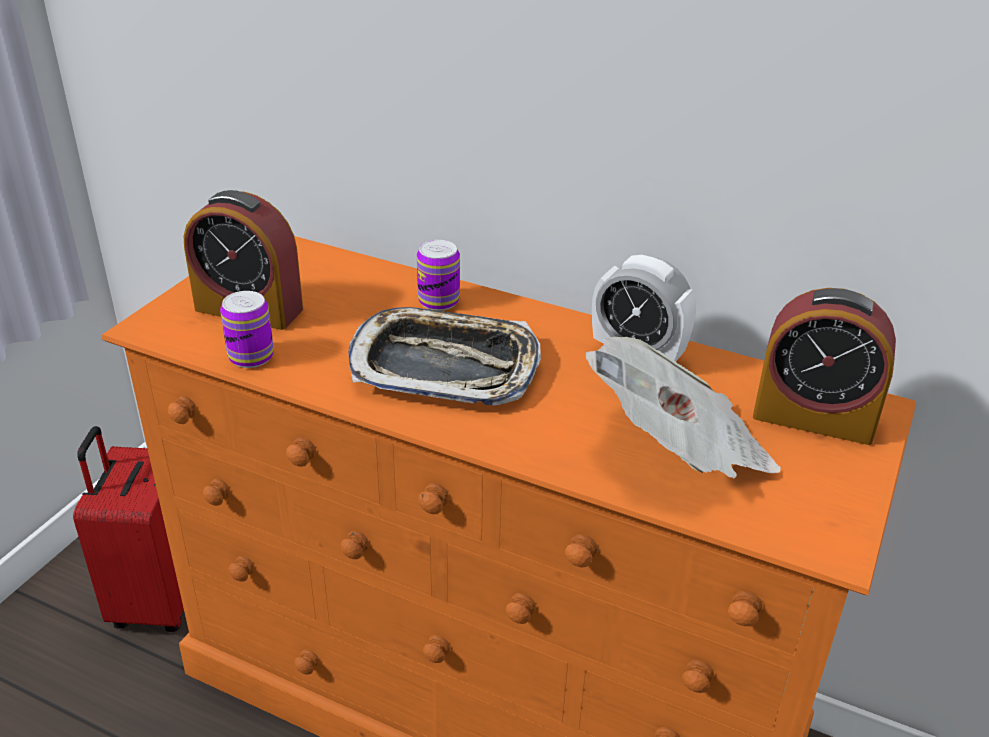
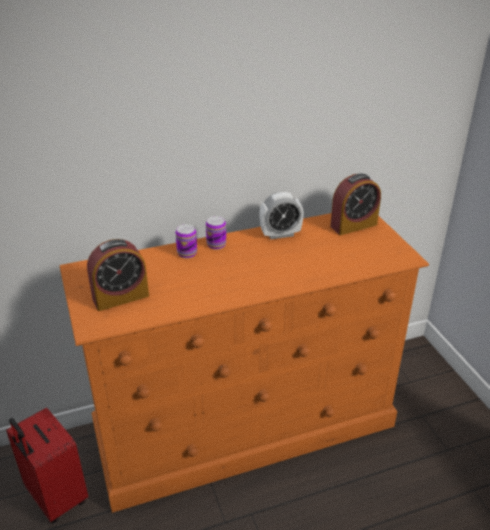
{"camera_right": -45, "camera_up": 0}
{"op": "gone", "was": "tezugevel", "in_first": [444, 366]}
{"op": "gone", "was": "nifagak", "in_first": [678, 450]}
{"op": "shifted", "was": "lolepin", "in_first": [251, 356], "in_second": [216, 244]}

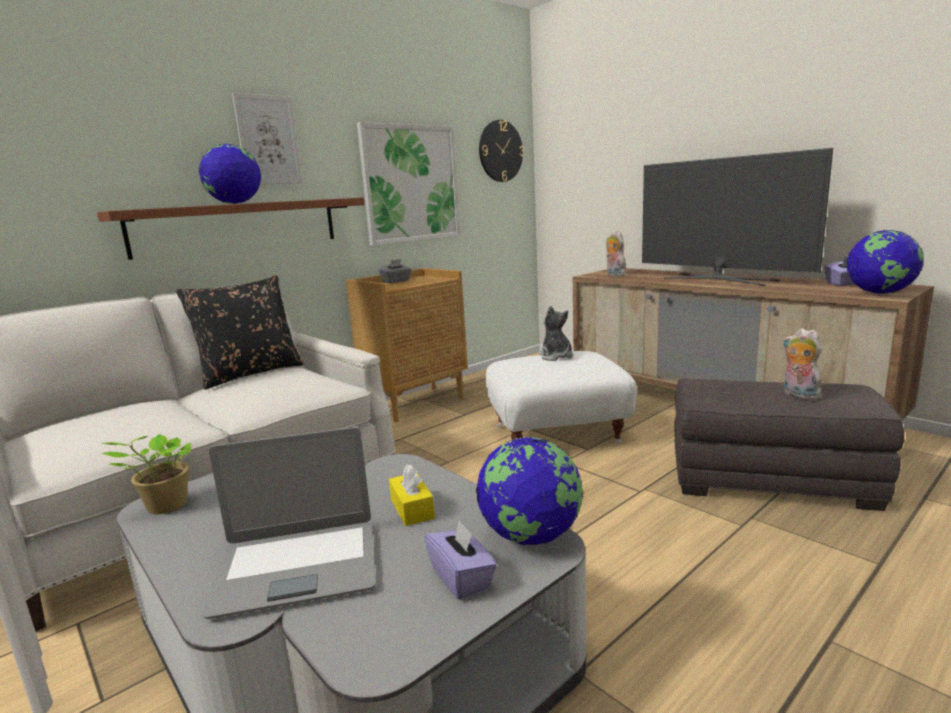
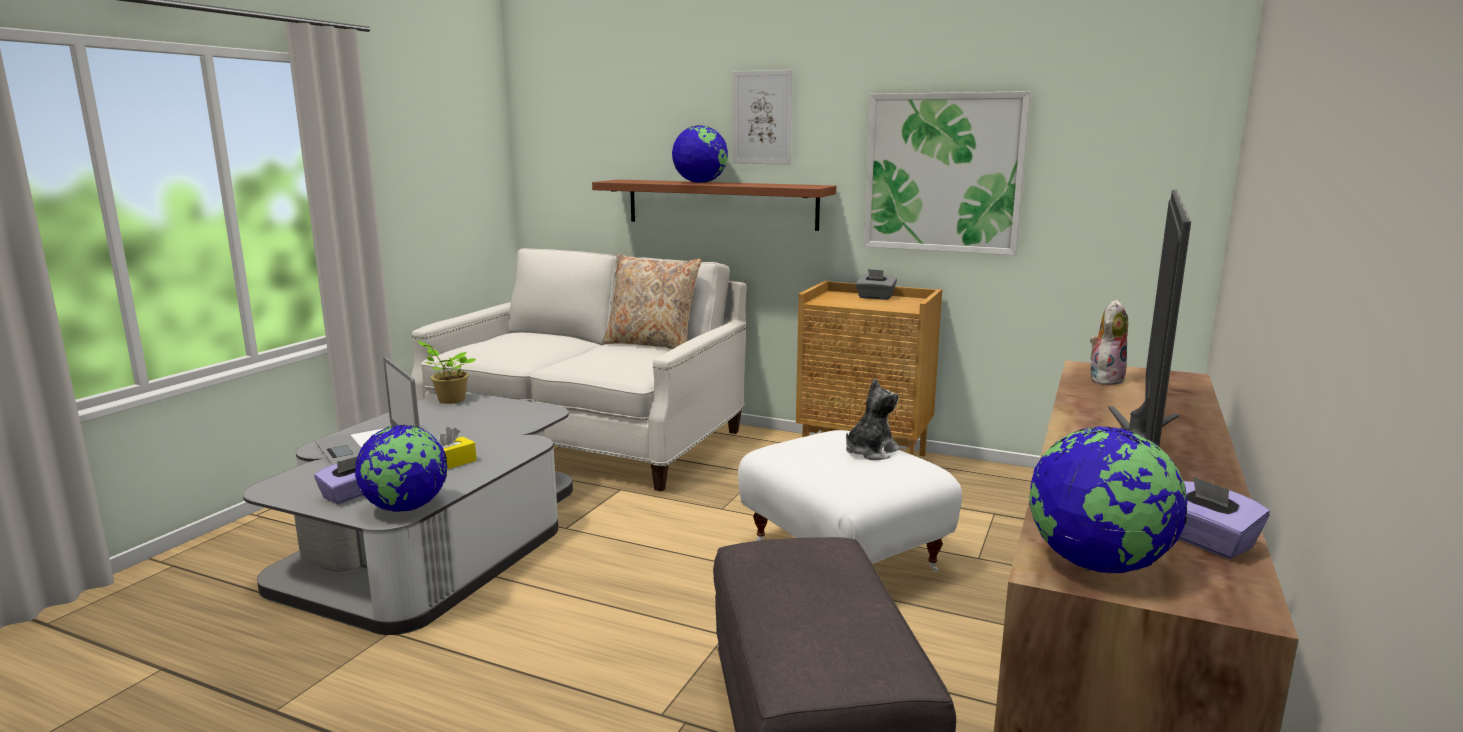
{"camera_right": 65, "camera_up": 0}
{"op": "gone", "was": "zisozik", "in_first": [500, 151]}
{"op": "gone", "was": "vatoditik", "in_first": [798, 395]}
{"op": "repainted", "was": "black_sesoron", "now": "beige_sesoron", "in_first": [250, 373], "in_second": [652, 344]}

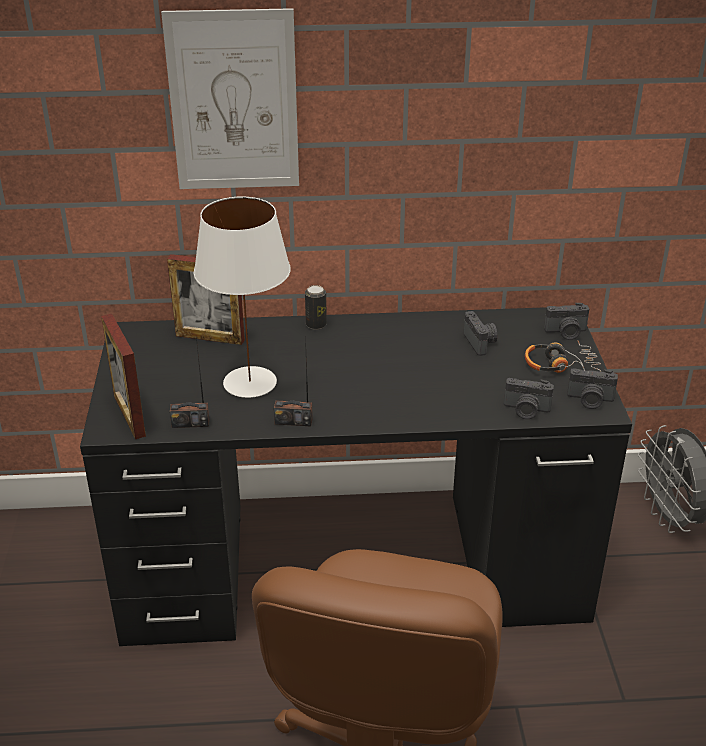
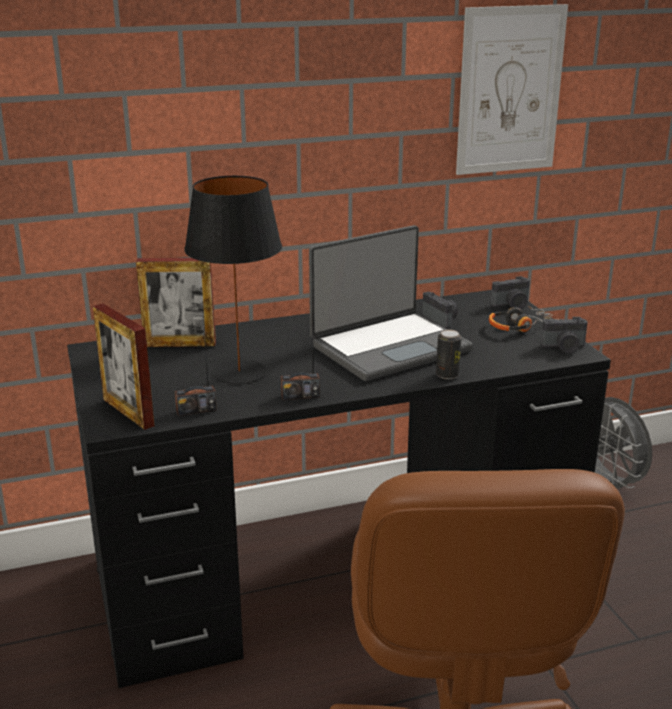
{"camera_right": -15, "camera_up": -10}
{"op": "gone", "was": "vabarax", "in_first": [526, 410]}
{"op": "new", "now": "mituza", "in_second": [389, 347]}
{"op": "shifted", "was": "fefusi", "in_first": [234, 102], "in_second": [510, 90]}
{"op": "shifted", "was": "lolepin", "in_first": [316, 325], "in_second": [447, 375]}
{"op": "repainted", "was": "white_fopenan", "now": "black_fopenan", "in_first": [249, 382], "in_second": [238, 372]}

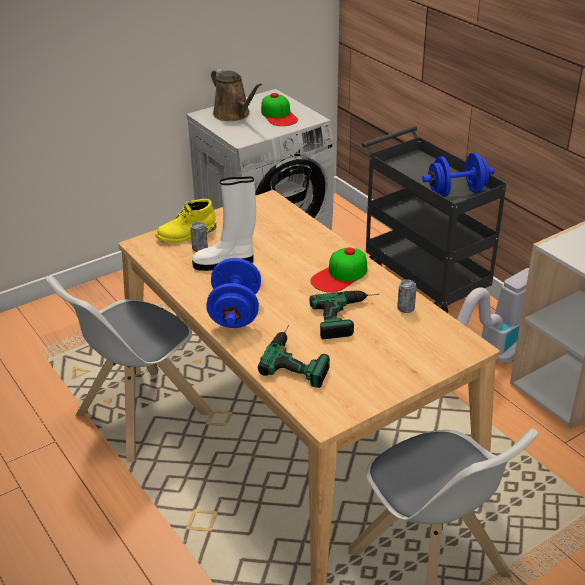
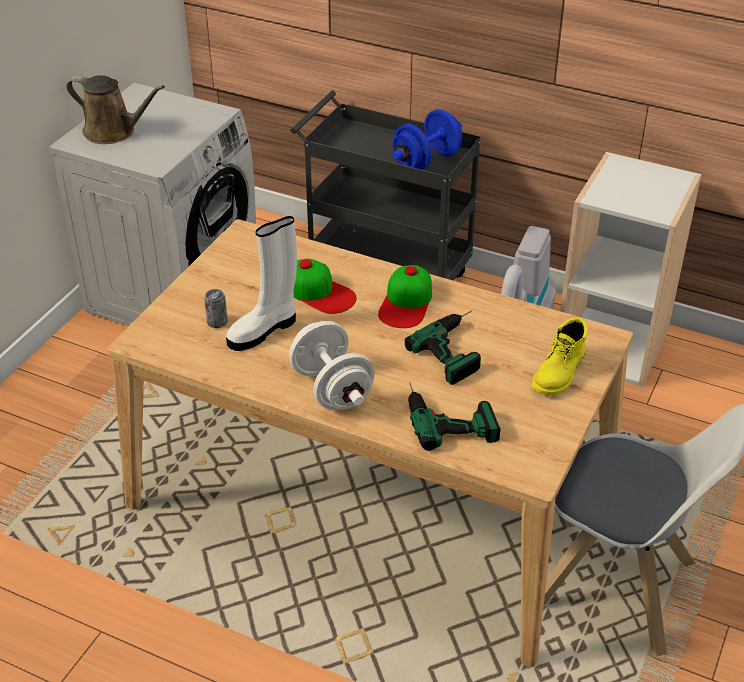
{"camera_right": -30, "camera_up": 5}
{"op": "gone", "was": "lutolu", "in_first": [139, 415]}
{"op": "gone", "was": "lolepin", "in_first": [406, 308]}
{"op": "shifted", "was": "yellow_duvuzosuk", "in_first": [187, 234], "in_second": [560, 373]}
{"op": "shifted", "was": "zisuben", "in_first": [279, 115], "in_second": [319, 292]}
{"op": "repainted", "was": "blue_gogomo", "now": "white_gogomo", "in_first": [235, 313], "in_second": [332, 388]}

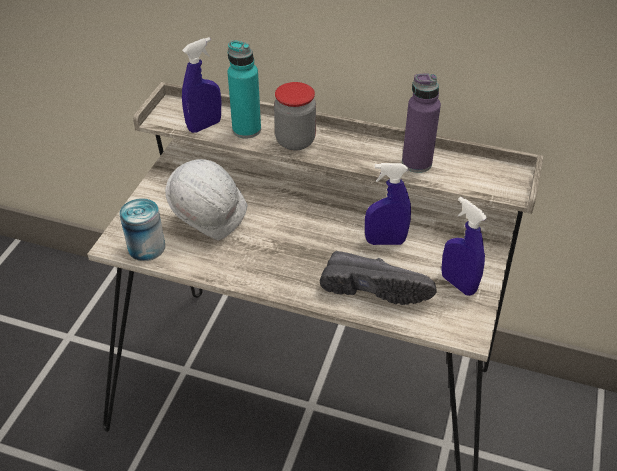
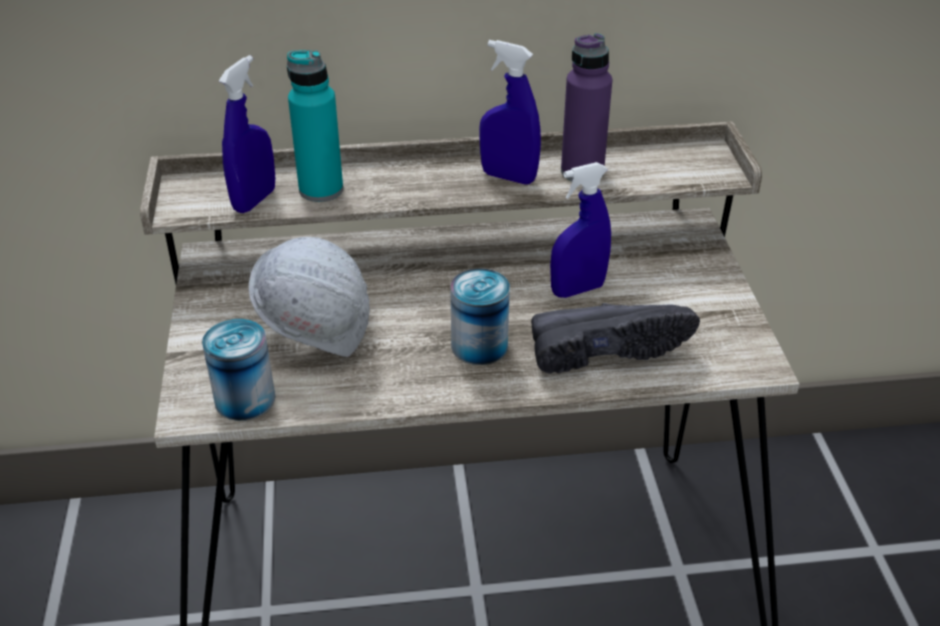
{"camera_right": -25, "camera_up": -5}
{"op": "gone", "was": "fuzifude", "in_first": [295, 141]}
{"op": "new", "now": "lolepin", "in_second": [479, 345]}
{"op": "shifted", "was": "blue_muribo", "in_first": [458, 284], "in_second": [508, 177]}

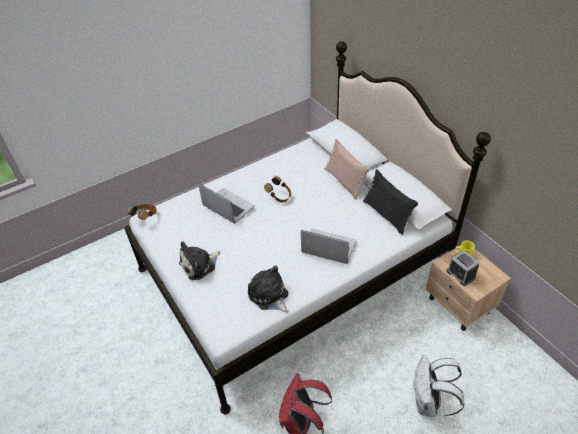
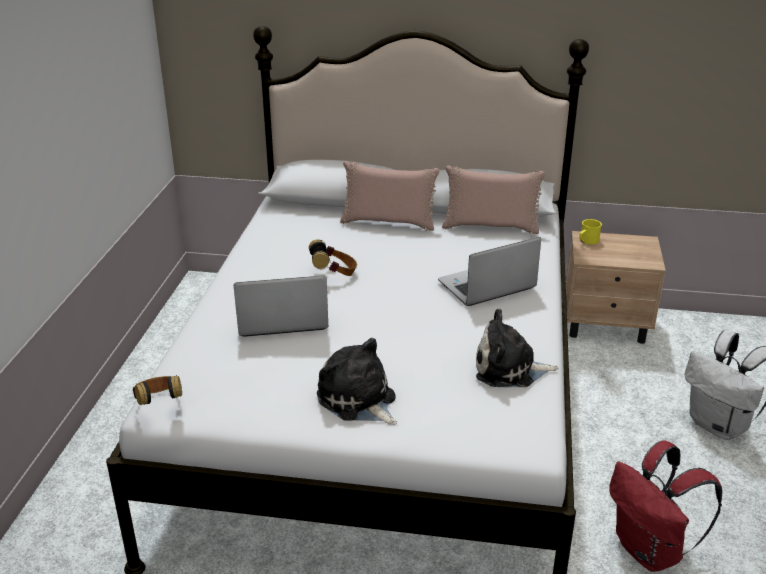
{"camera_right": -50, "camera_up": -15}
{"op": "gone", "was": "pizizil", "in_first": [460, 274]}
{"op": "repainted", "was": "black_sesoron", "now": "beige_sesoron", "in_first": [387, 215], "in_second": [490, 227]}
{"op": "rotated", "was": "vatoditik", "in_first": [199, 265], "in_second": [358, 400], "clockwise": 135}

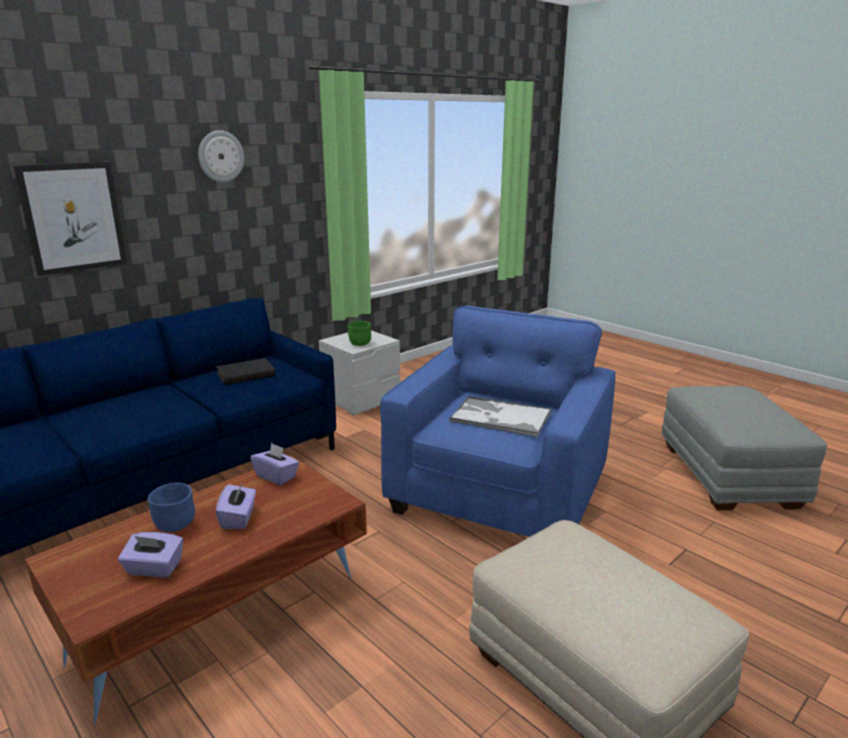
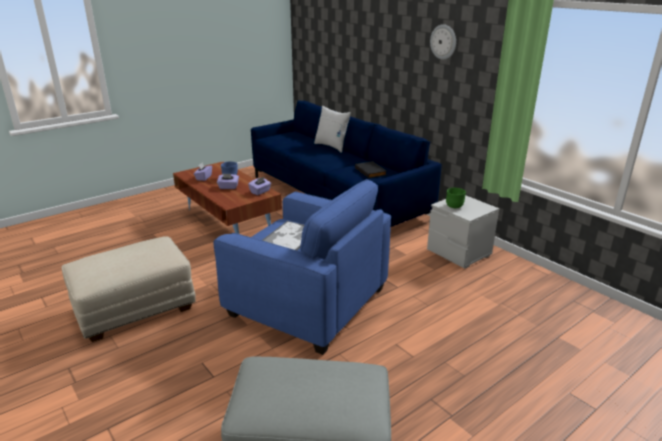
{"camera_right": 95, "camera_up": 5}
{"op": "gone", "was": "fefusi", "in_first": [73, 217]}
{"op": "new", "now": "grey_sesoron", "in_second": [331, 147]}

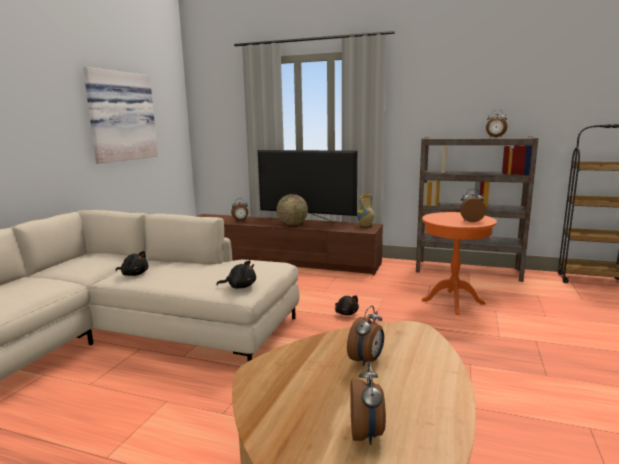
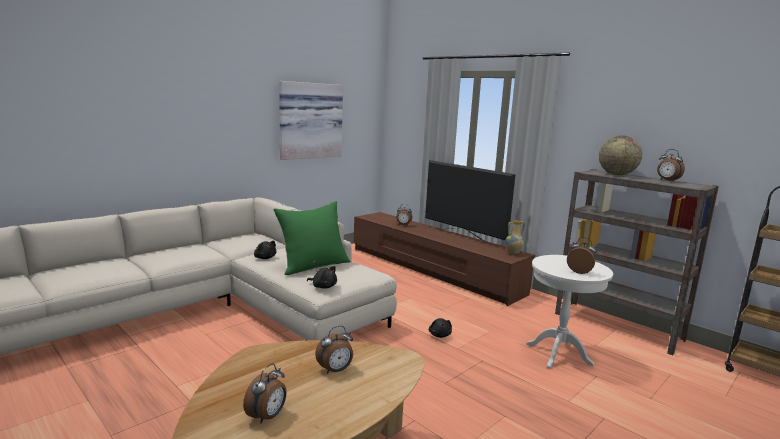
{"camera_right": 25, "camera_up": 0}
{"op": "new", "now": "green_sesoron", "in_second": [313, 266]}
{"op": "shifted", "was": "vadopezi", "in_first": [292, 225], "in_second": [617, 174]}
{"op": "repainted", "was": "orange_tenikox", "now": "white_tenikox", "in_first": [453, 302], "in_second": [559, 354]}

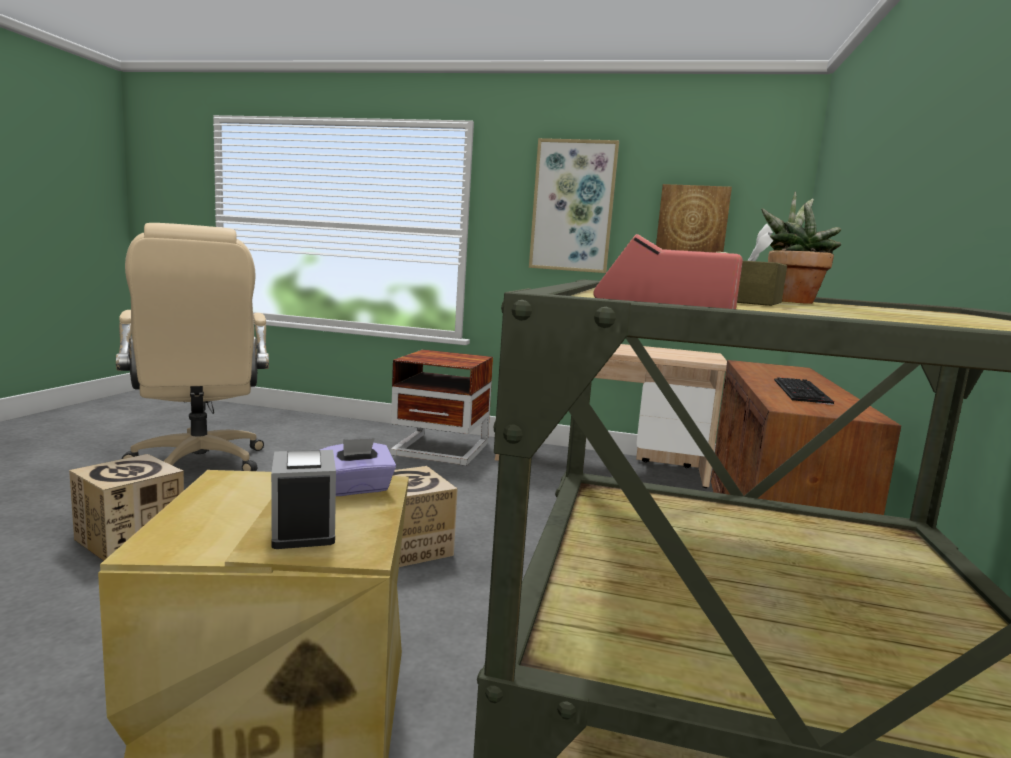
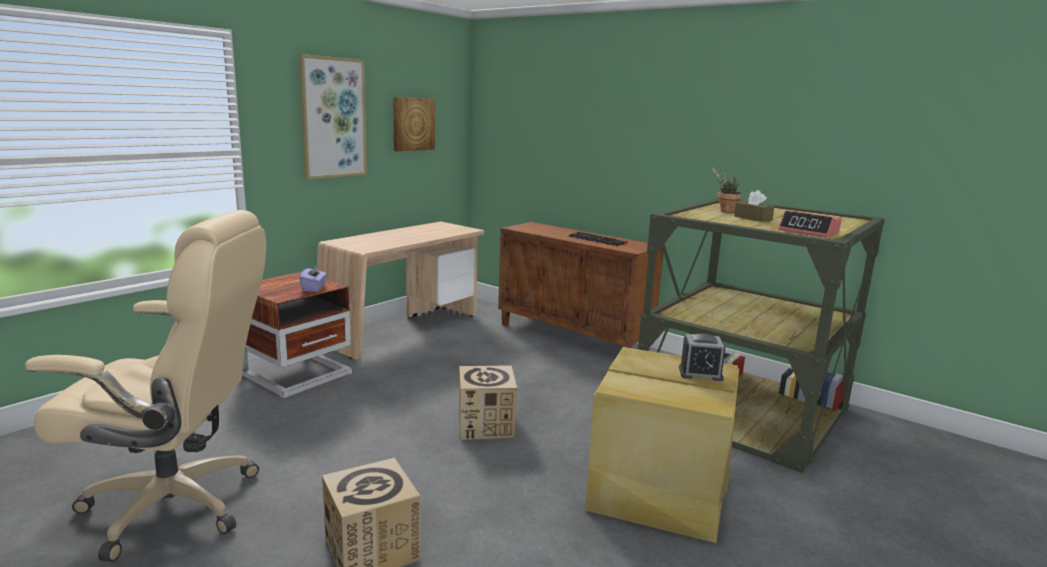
{"camera_right": -65, "camera_up": 5}
{"op": "shifted", "was": "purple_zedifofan", "in_first": [356, 489], "in_second": [314, 288]}

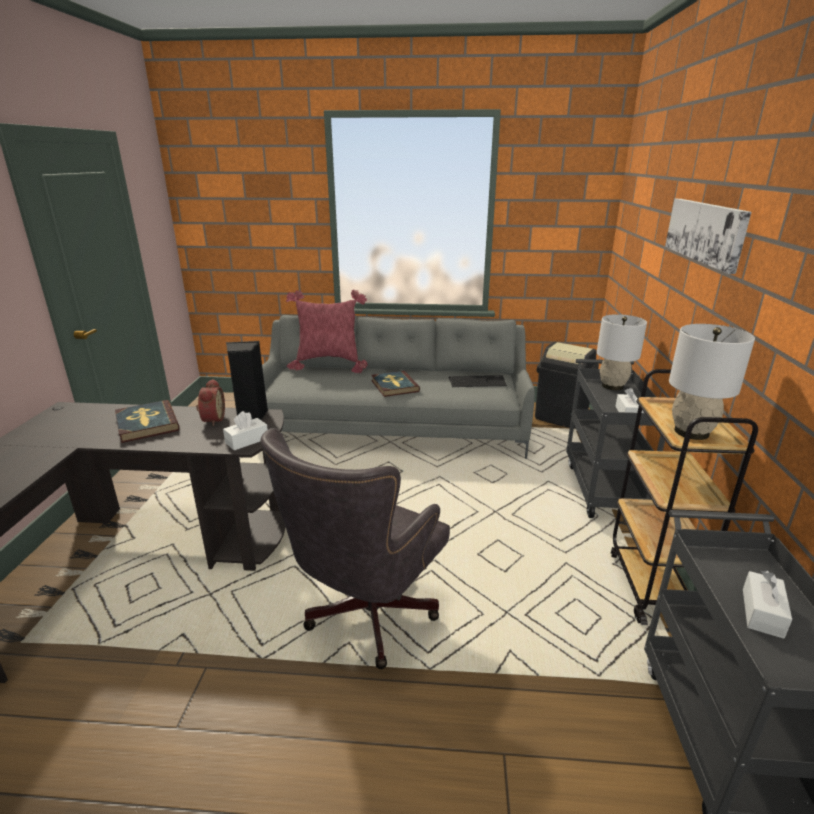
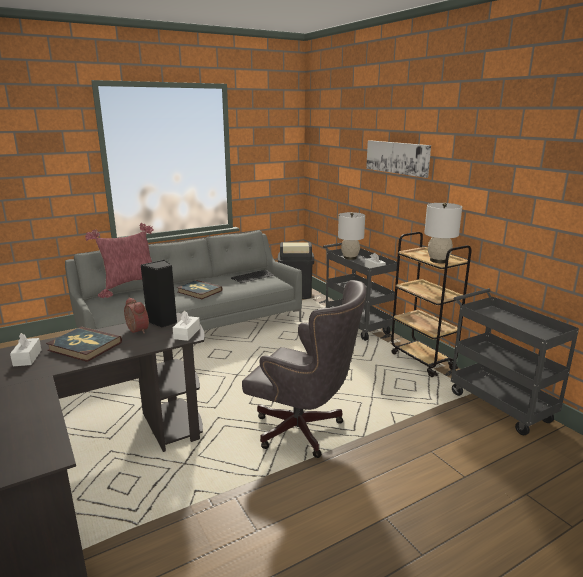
{"camera_right": -35, "camera_up": -5}
{"op": "shifted", "was": "white_zedifofan", "in_first": [762, 612], "in_second": [27, 358]}
{"op": "rotated", "was": "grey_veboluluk", "in_first": [367, 619], "in_second": [304, 431], "clockwise": -60}

